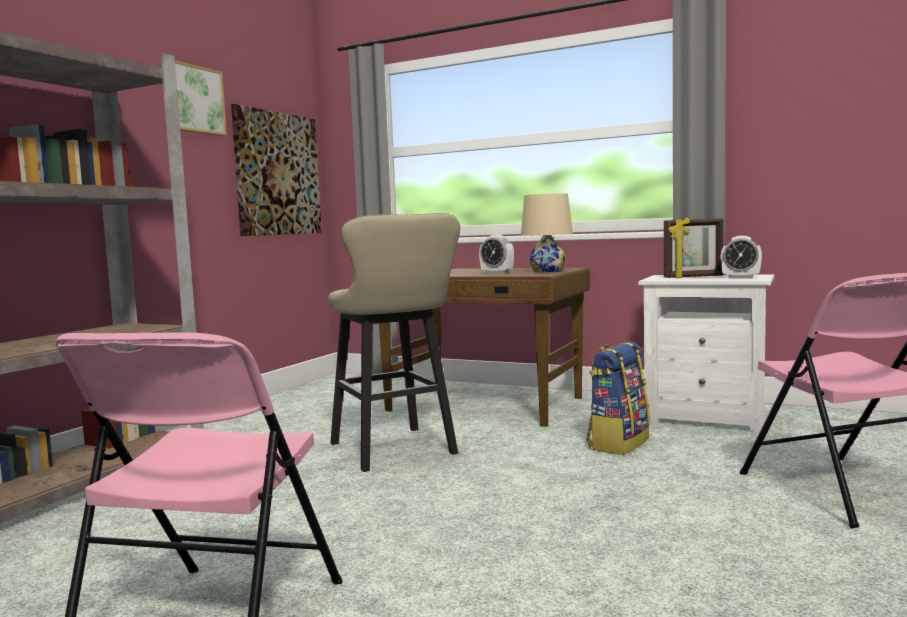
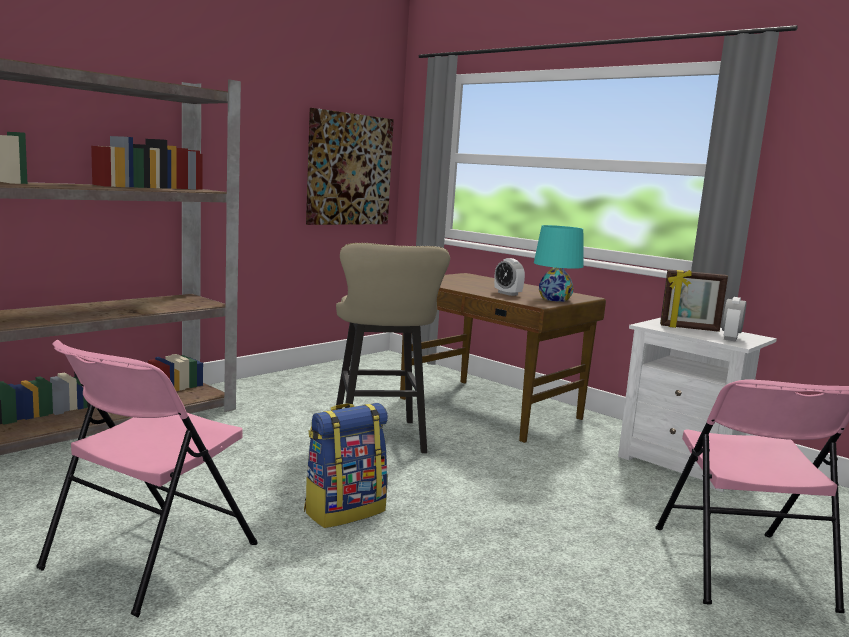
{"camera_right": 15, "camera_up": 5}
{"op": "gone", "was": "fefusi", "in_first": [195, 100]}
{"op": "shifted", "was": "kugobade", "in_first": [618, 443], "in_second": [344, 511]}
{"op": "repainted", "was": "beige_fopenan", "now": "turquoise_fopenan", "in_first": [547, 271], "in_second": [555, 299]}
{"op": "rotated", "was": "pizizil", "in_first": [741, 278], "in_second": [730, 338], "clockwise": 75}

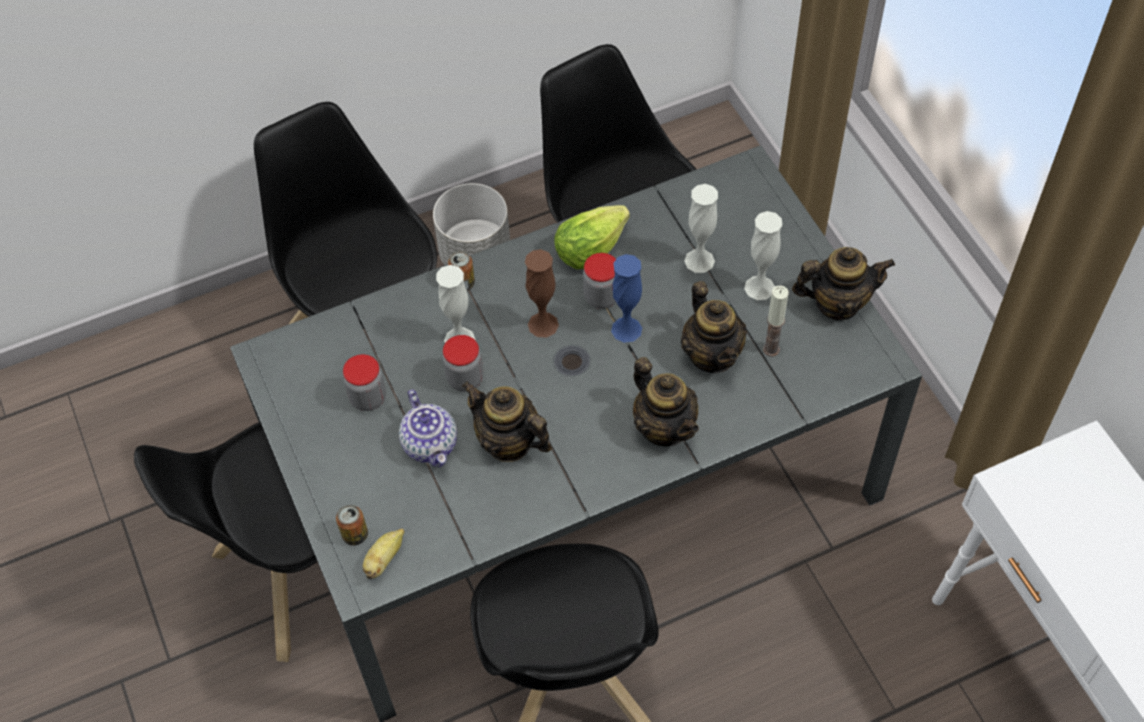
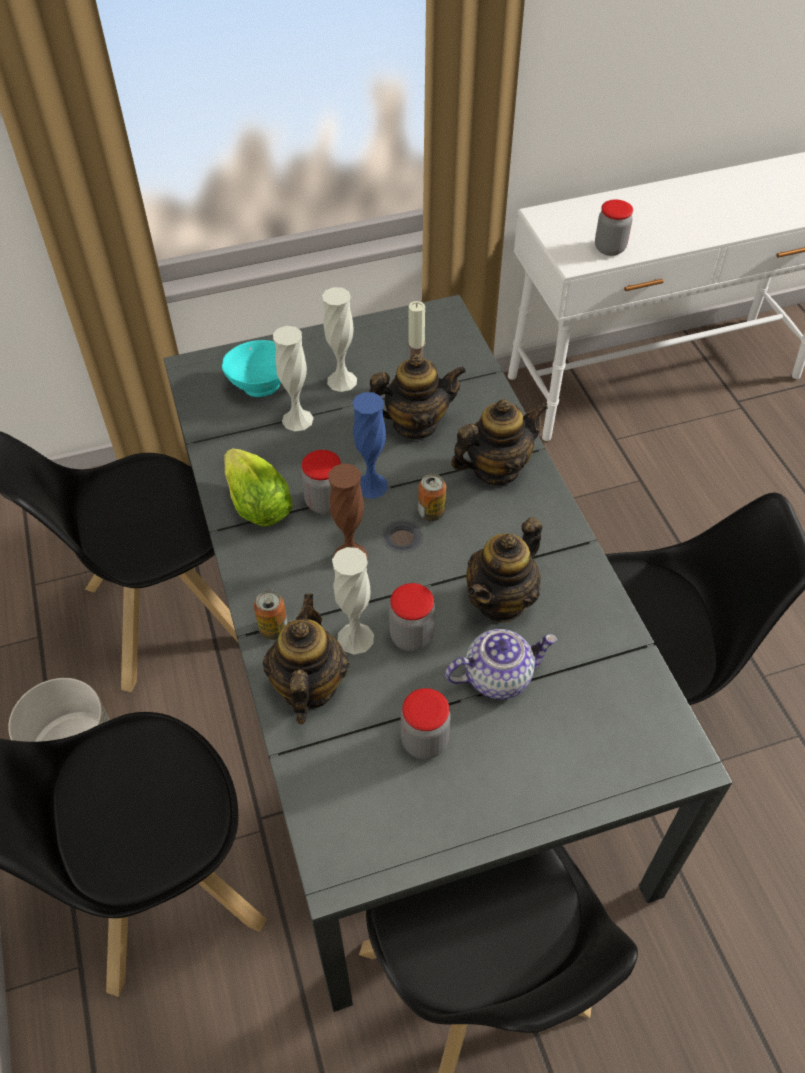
{"camera_right": -85, "camera_up": -5}
{"op": "gone", "was": "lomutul", "in_first": [384, 559]}
{"op": "new", "now": "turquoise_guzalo", "in_second": [261, 384]}
{"op": "new", "now": "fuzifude", "in_second": [609, 248]}
{"op": "shifted", "was": "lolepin", "in_first": [355, 535], "in_second": [431, 512]}
{"op": "shifted", "was": "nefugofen", "in_first": [837, 303], "in_second": [308, 686]}

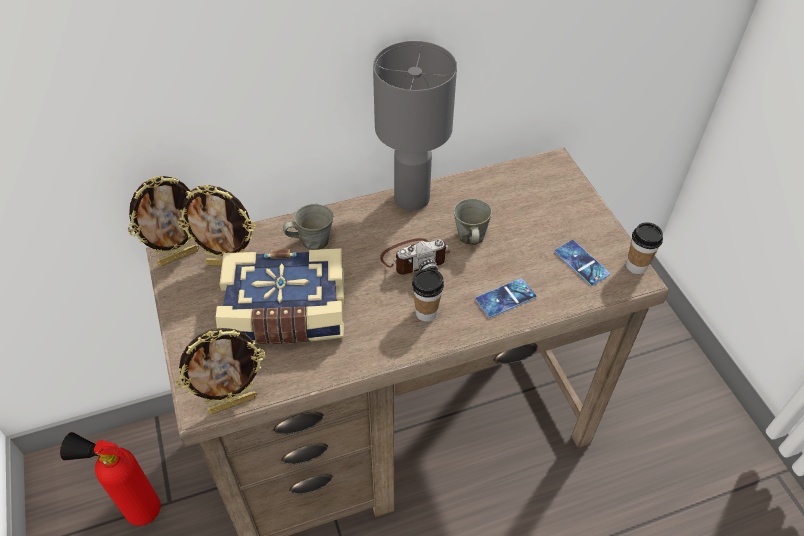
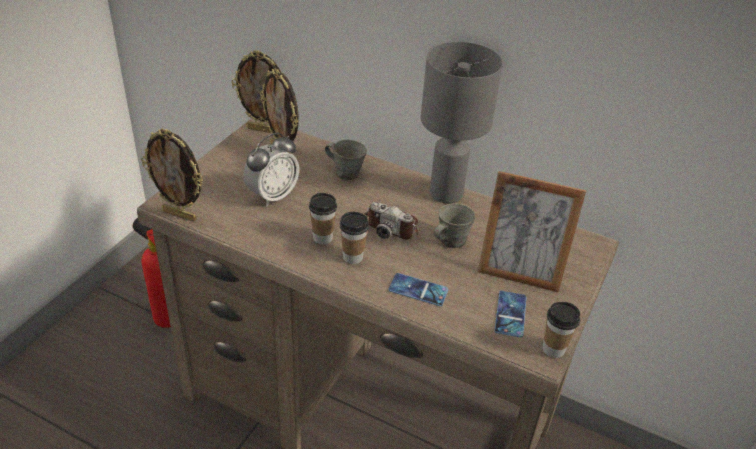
{"camera_right": 45, "camera_up": -10}
{"op": "new", "now": "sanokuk", "in_second": [322, 238]}
{"op": "new", "now": "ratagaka", "in_second": [519, 274]}
{"op": "swapped", "was": "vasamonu", "now": "pizizil", "in_first": [285, 314], "in_second": [272, 196]}

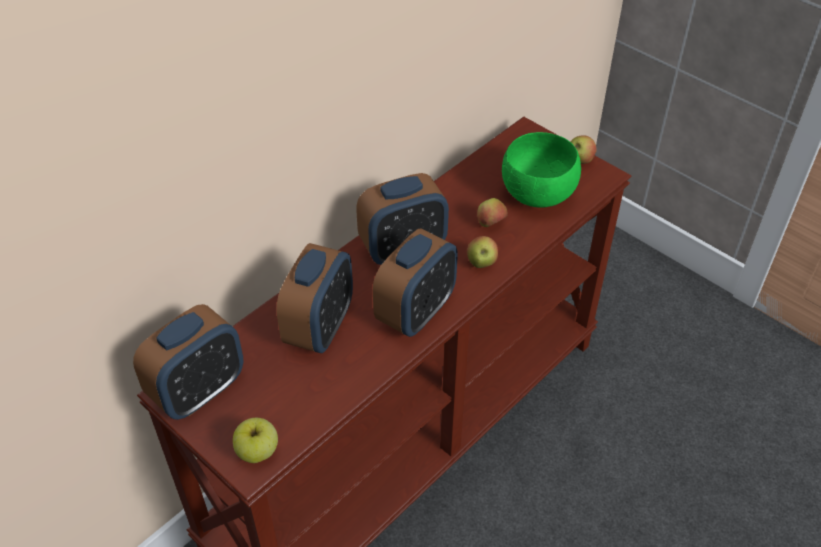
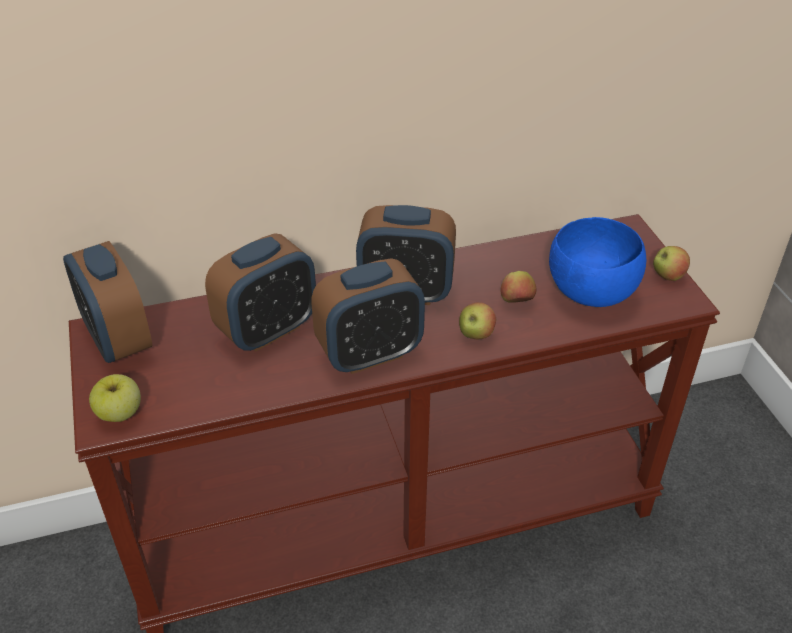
{"camera_right": 30, "camera_up": -5}
{"op": "repainted", "was": "green_guzalo", "now": "blue_guzalo", "in_first": [537, 196], "in_second": [590, 294]}
{"op": "rotated", "was": "pizizil", "in_first": [199, 391], "in_second": [118, 339], "clockwise": 75}

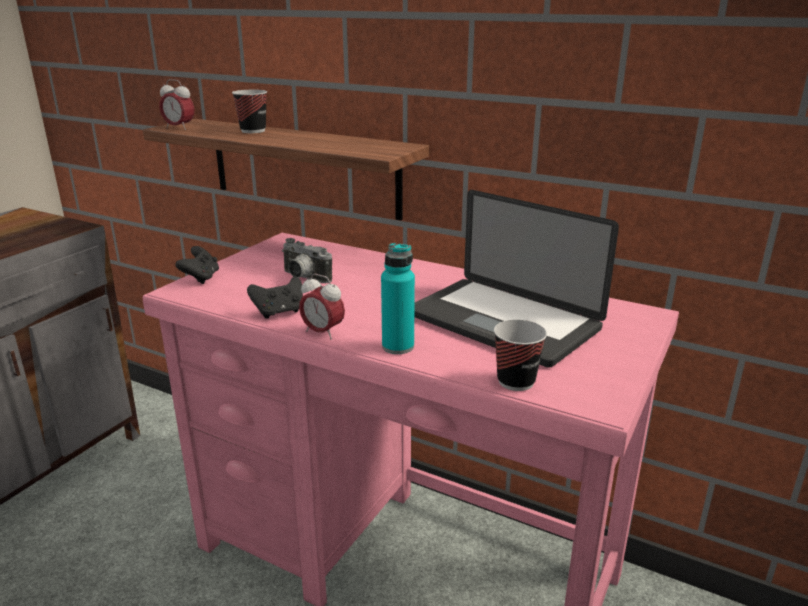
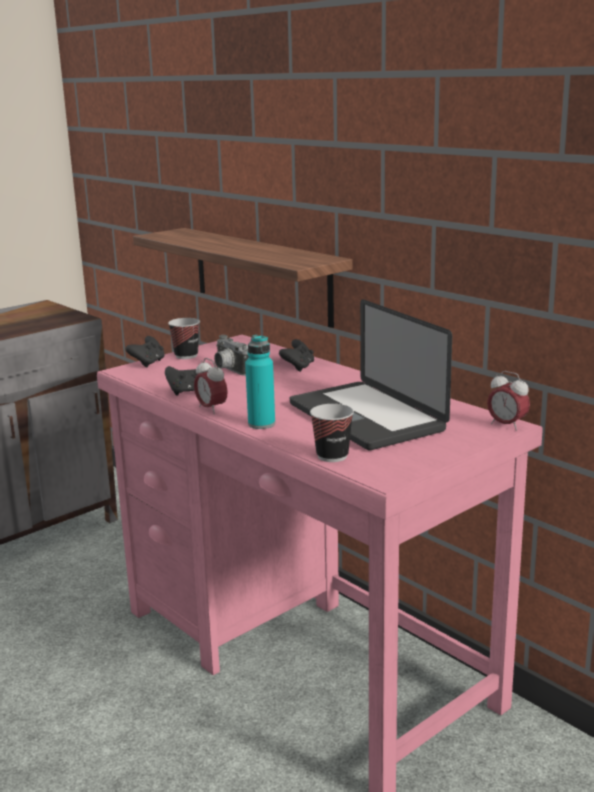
{"camera_right": 20, "camera_up": -5}
{"op": "new", "now": "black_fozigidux", "in_second": [298, 367]}
{"op": "shifted", "was": "pizizil", "in_first": [179, 128], "in_second": [506, 425]}
{"op": "shifted", "was": "sanokuk", "in_first": [253, 131], "in_second": [186, 356]}

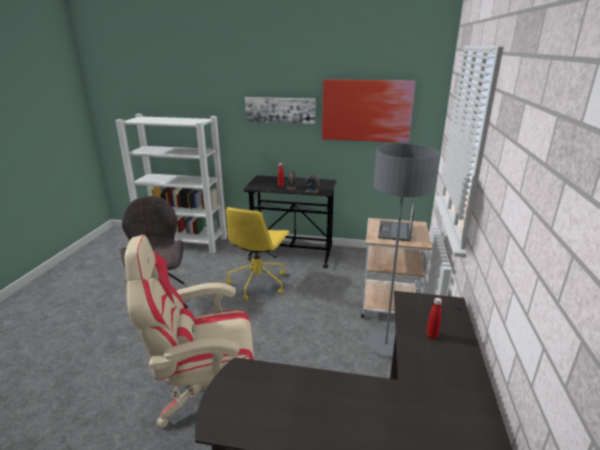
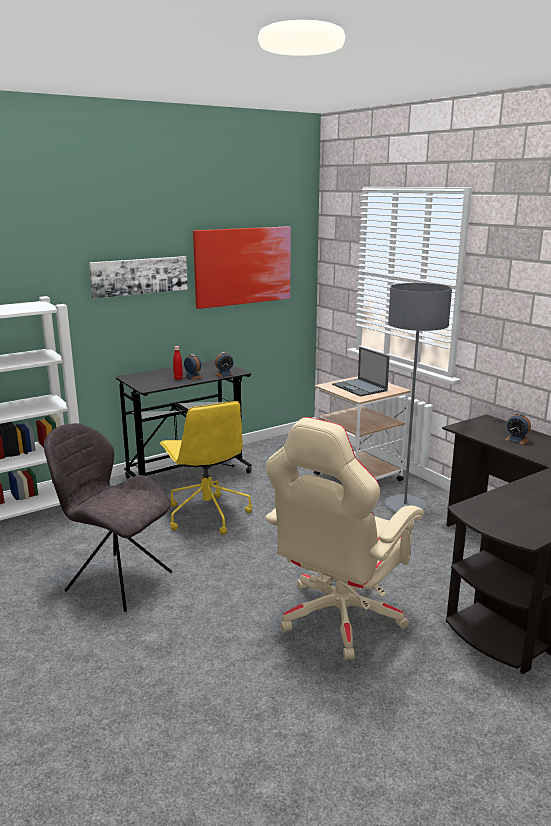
{"camera_right": -45, "camera_up": -5}
{"op": "swapped", "was": "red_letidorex", "now": "pizizil", "in_first": [432, 336], "in_second": [516, 440]}

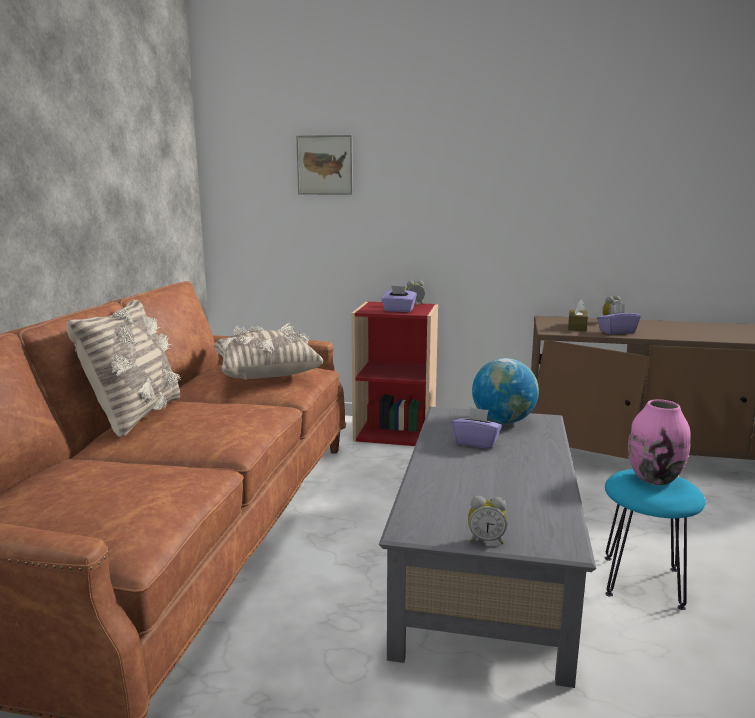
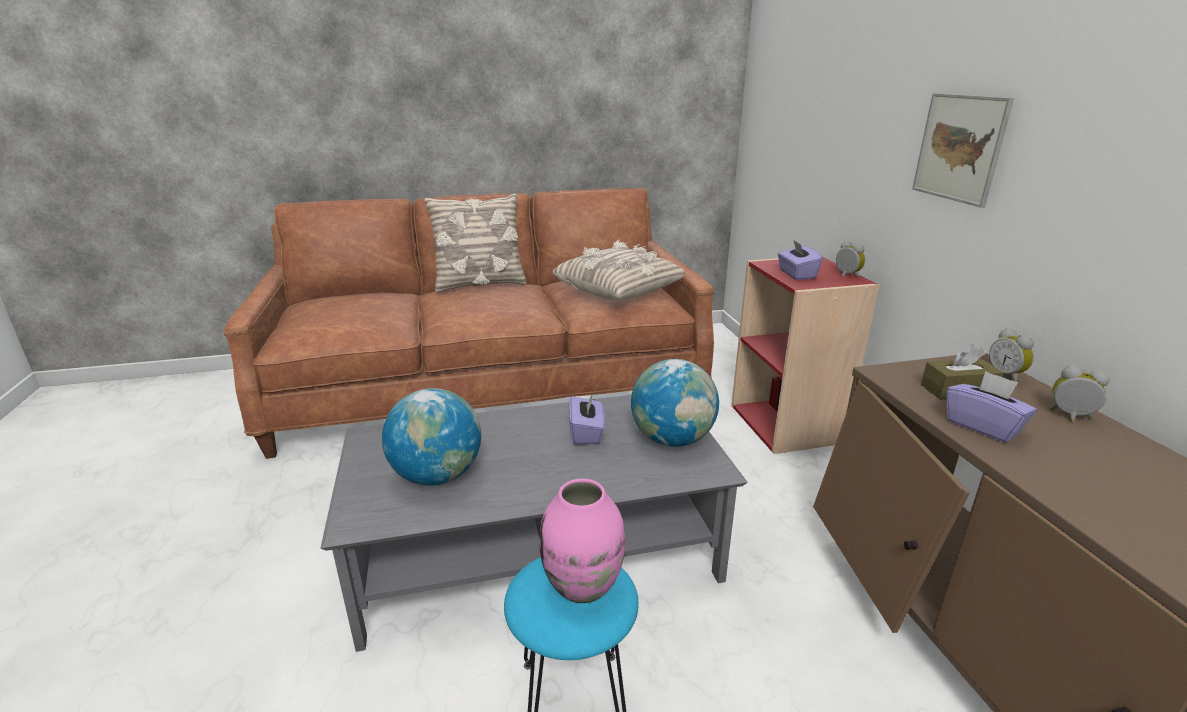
{"camera_right": 65, "camera_up": 10}
{"op": "new", "now": "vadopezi", "in_second": [437, 475]}
{"op": "shifted", "was": "fefusi", "in_first": [325, 165], "in_second": [960, 148]}
{"op": "shifted", "was": "pizizil", "in_first": [486, 540], "in_second": [1006, 375]}

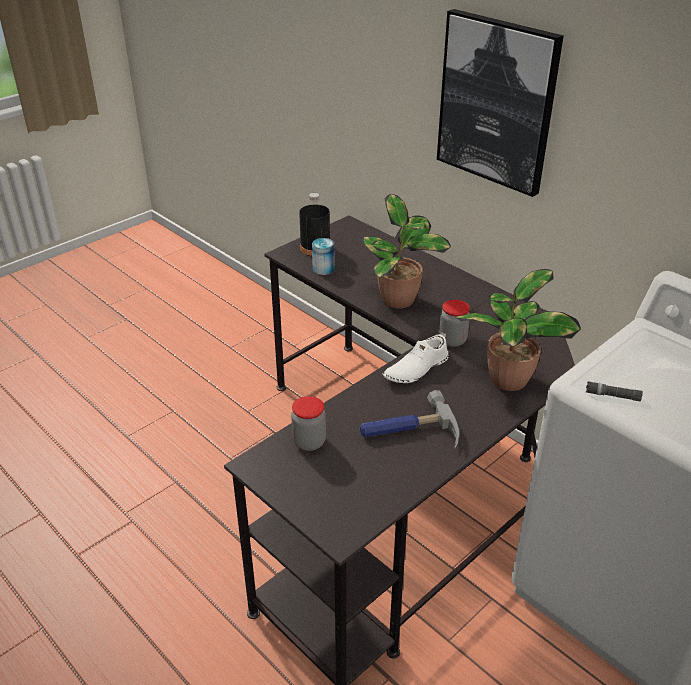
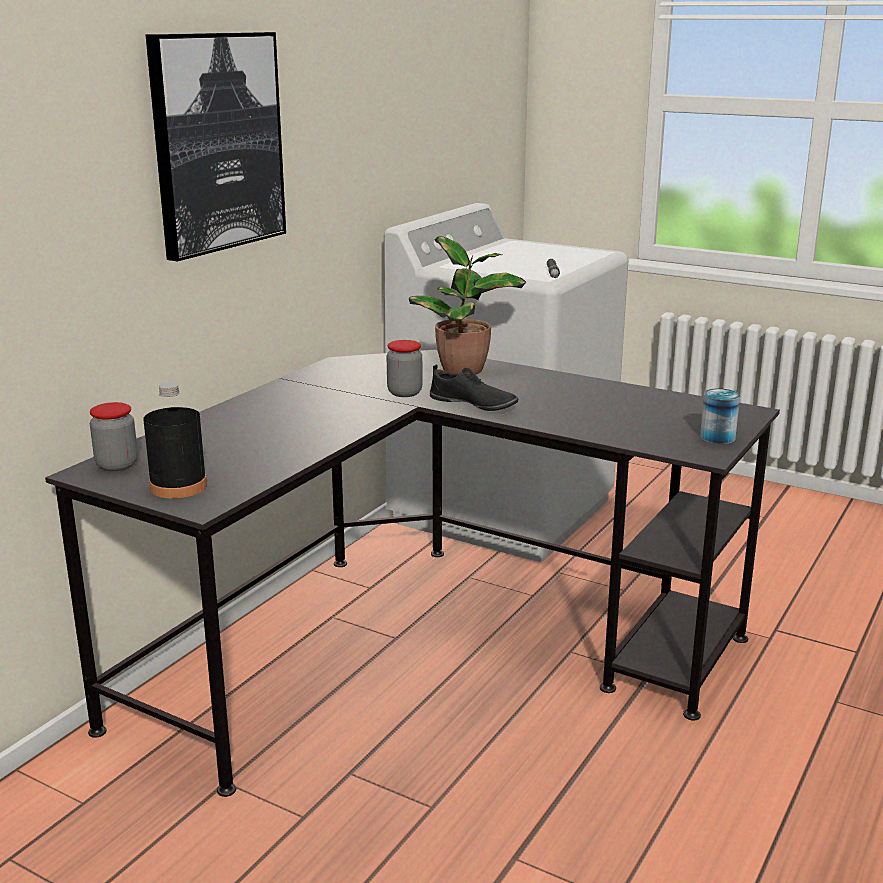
{"camera_right": -105, "camera_up": -15}
{"op": "gone", "was": "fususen", "in_first": [408, 431]}
{"op": "gone", "was": "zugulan", "in_first": [400, 301]}
{"op": "shifted", "was": "fuzifude", "in_first": [309, 442], "in_second": [117, 465]}
{"op": "shifted", "was": "lolepin", "in_first": [323, 269], "in_second": [717, 437]}
{"op": "repainted", "was": "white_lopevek", "now": "black_lopevek", "in_first": [416, 369], "in_second": [473, 404]}

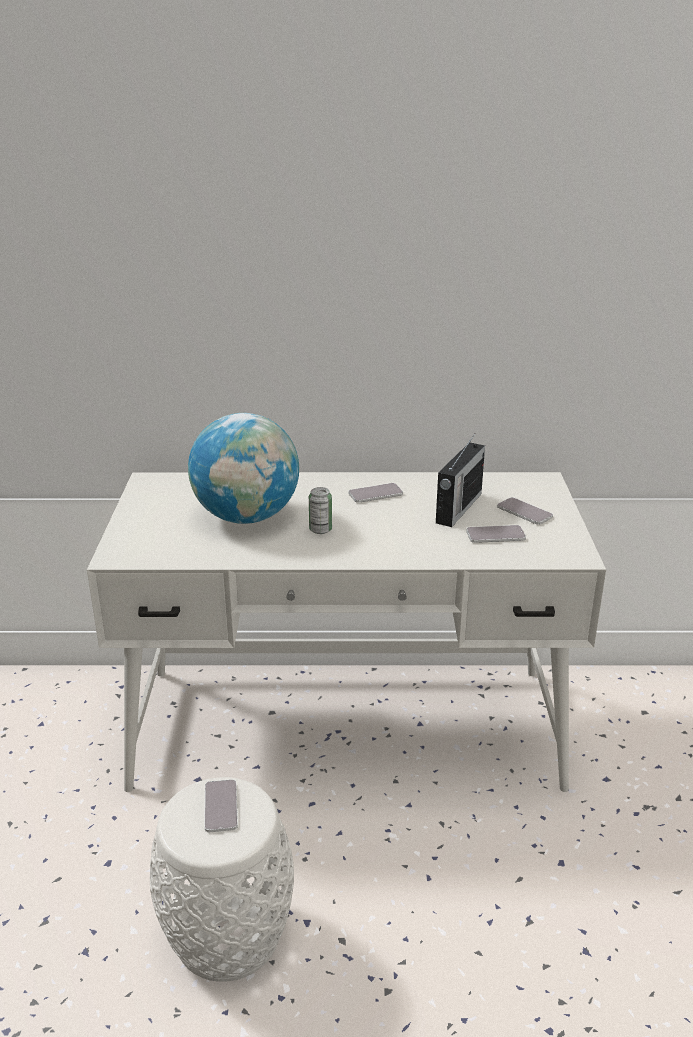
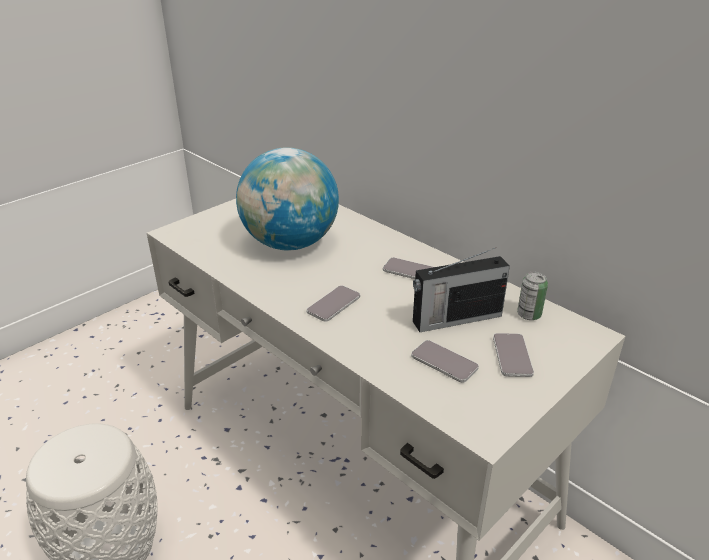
{"camera_right": 45, "camera_up": 5}
{"op": "shifted", "was": "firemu", "in_first": [221, 806], "in_second": [333, 304]}
{"op": "shifted", "was": "lolepin", "in_first": [320, 530], "in_second": [529, 315]}

